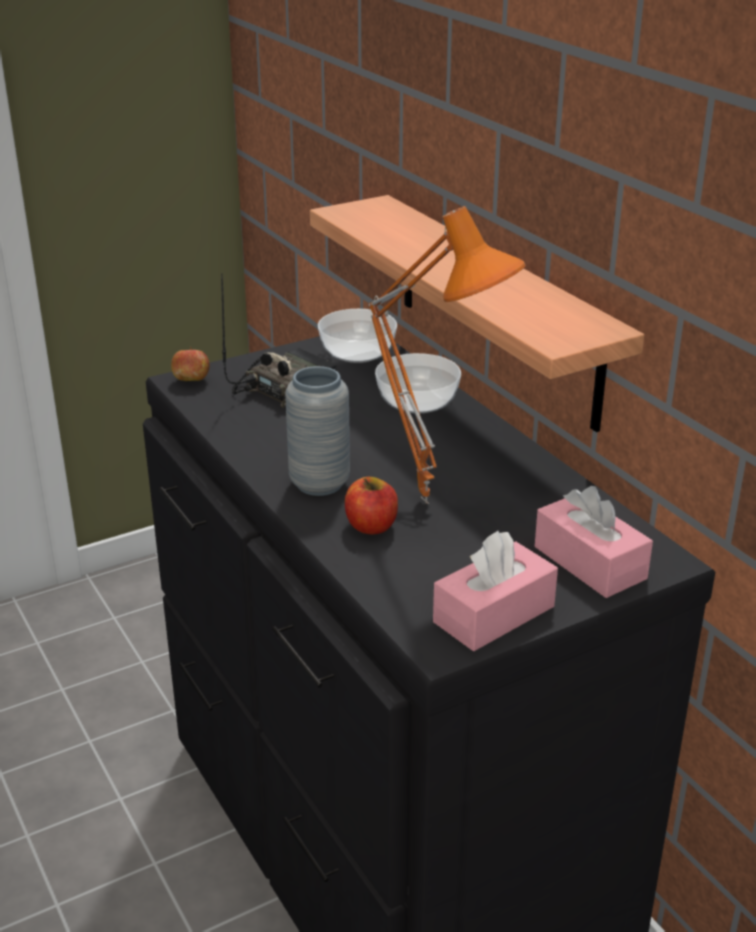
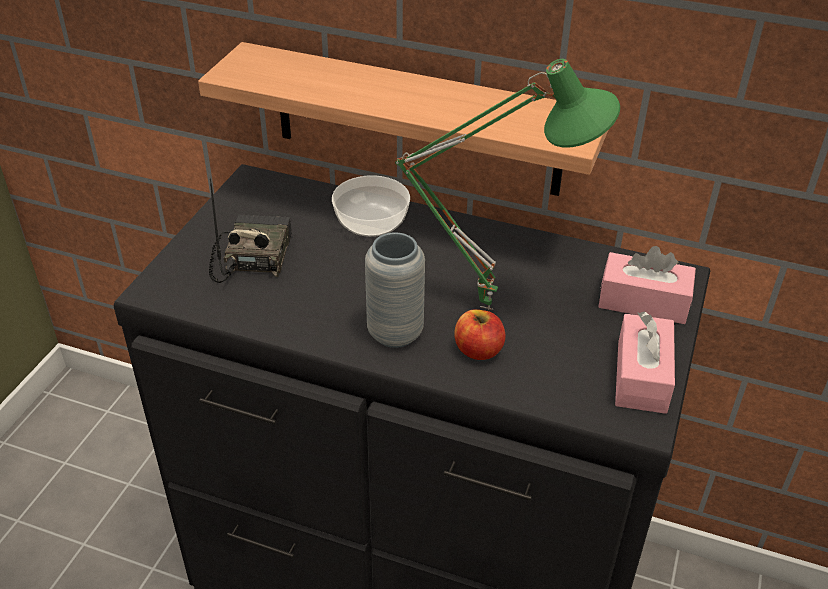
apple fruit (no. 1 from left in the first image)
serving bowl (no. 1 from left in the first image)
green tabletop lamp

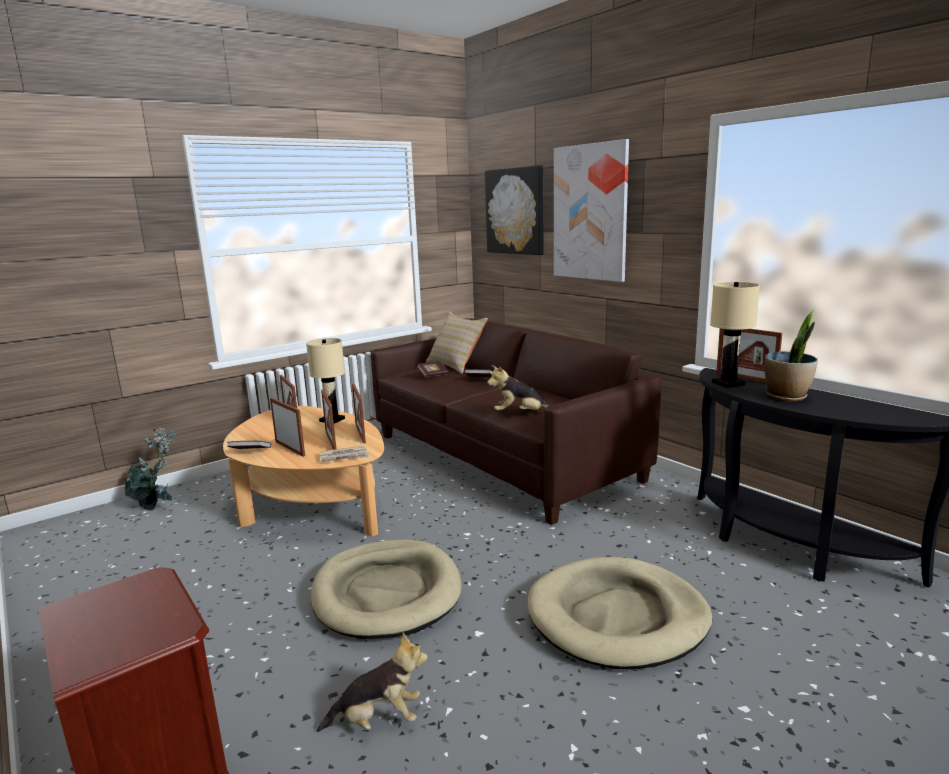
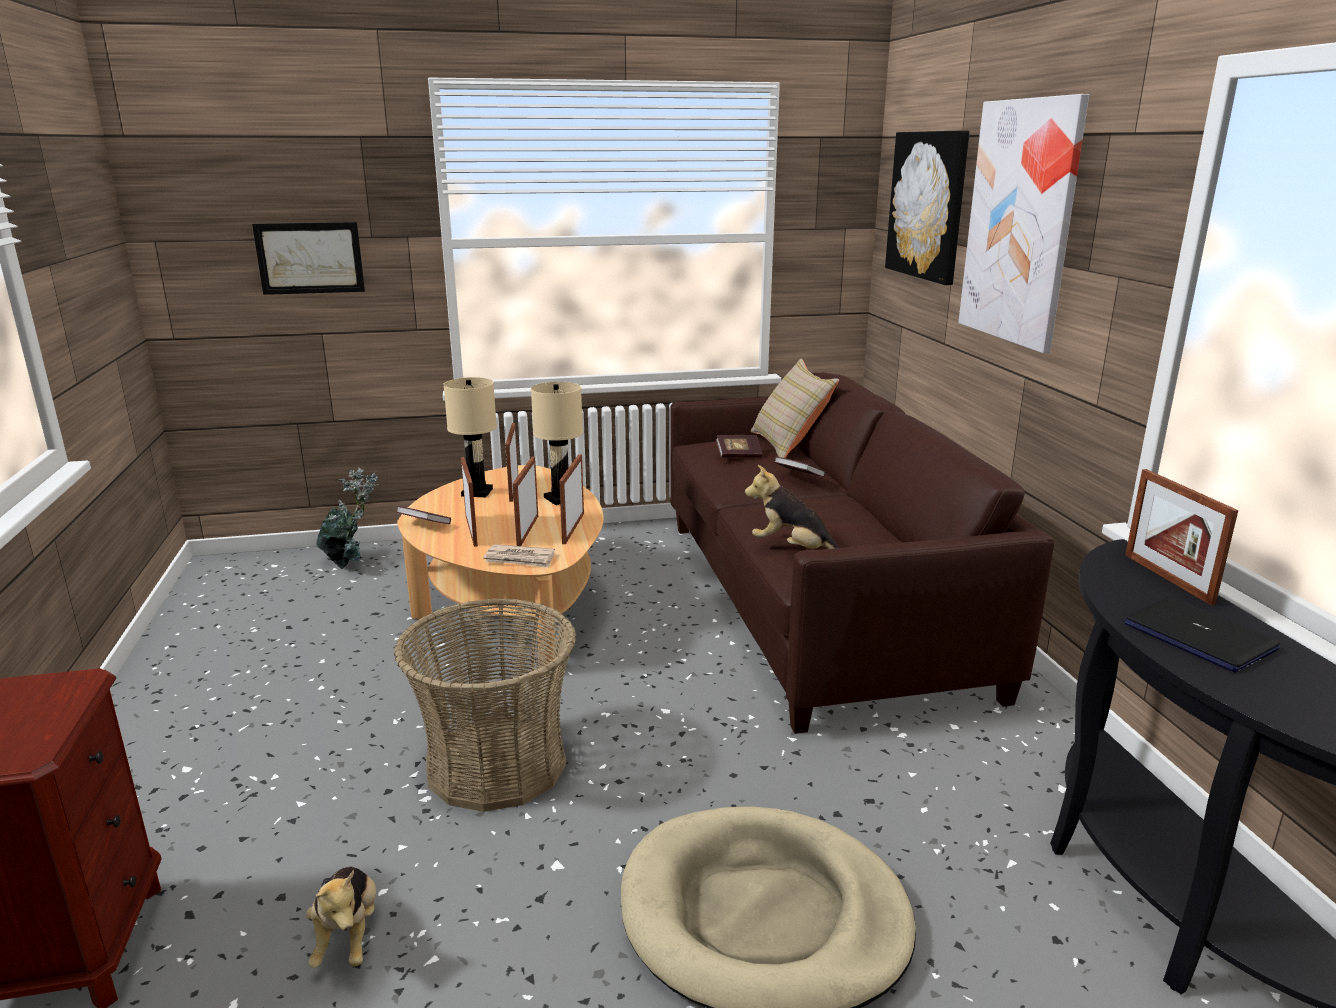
wall art (no. 1 from left)
beige tabletop lamp (no. 1 from left)
household basket
laptop
plush toy (no. 1 from left)

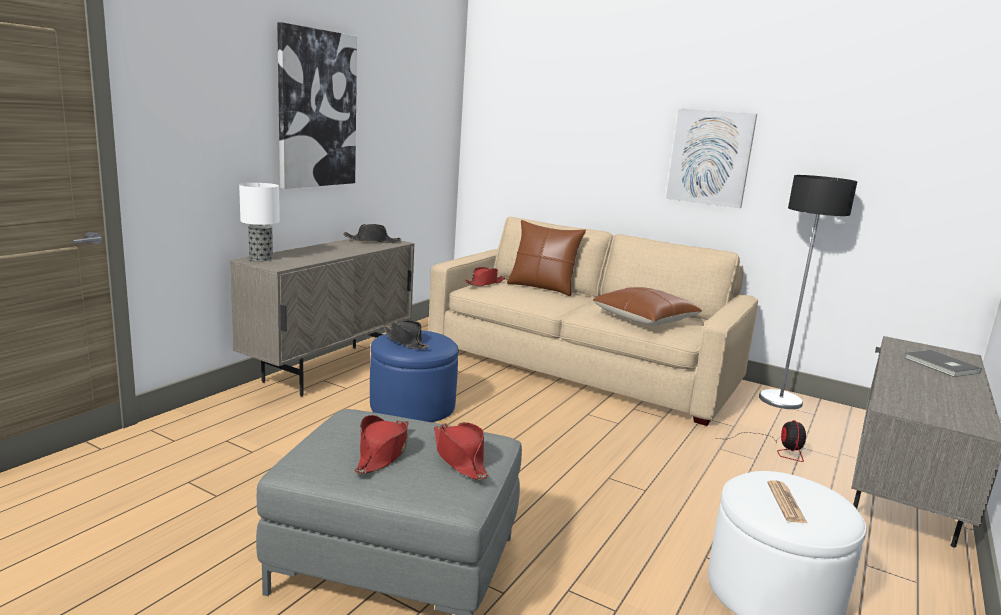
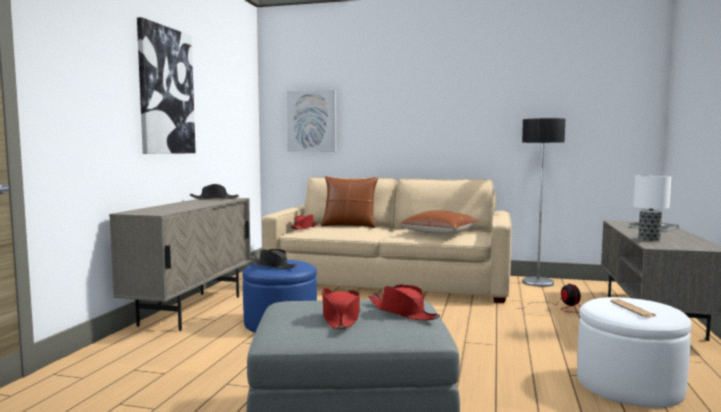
tabletop lamp
wall art (no. 2 from left)

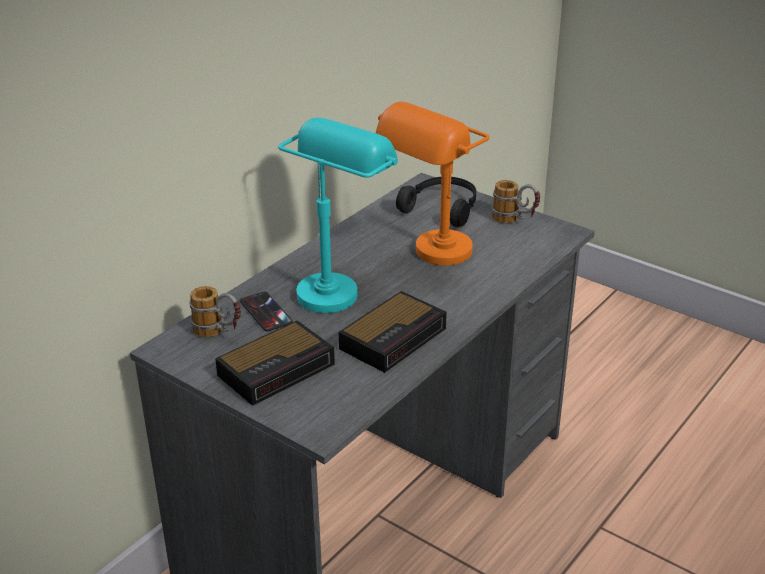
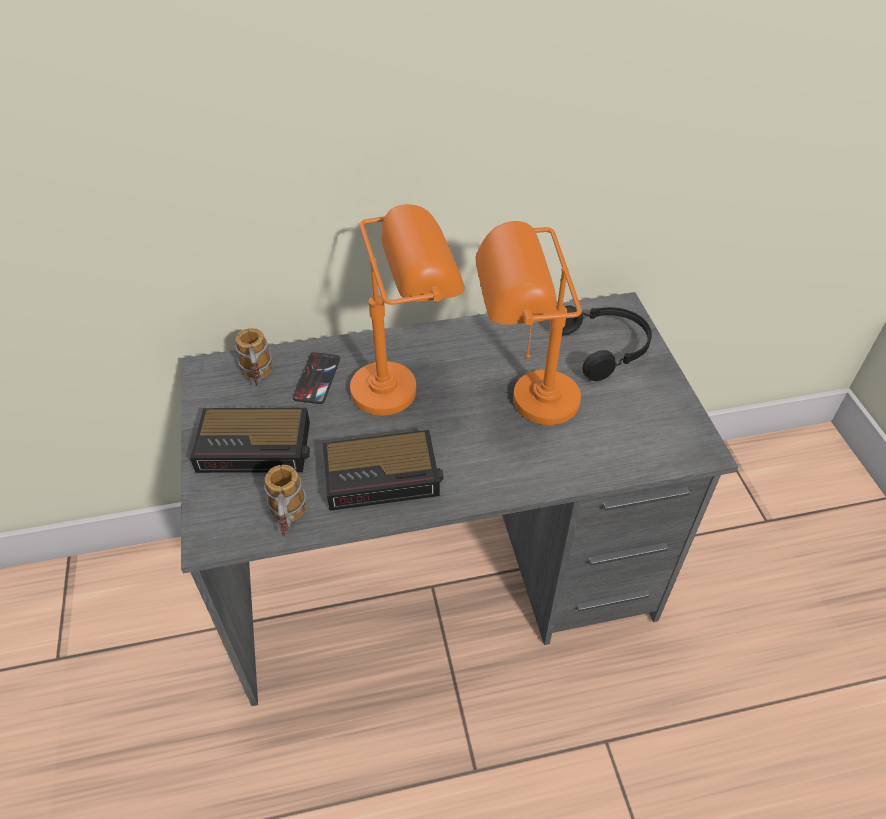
mug (no. 2 from left)
orangey tabletop lamp (no. 1 from left)

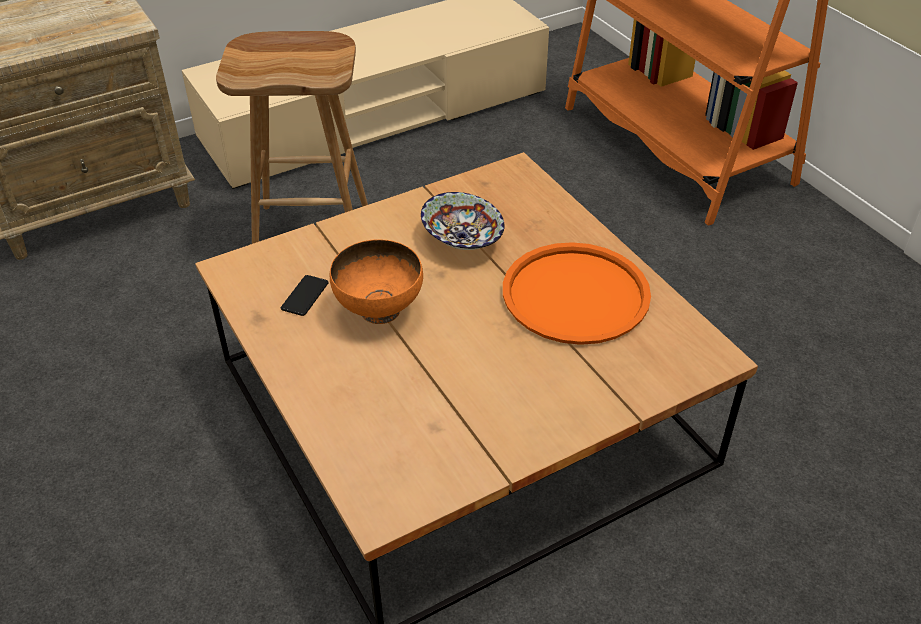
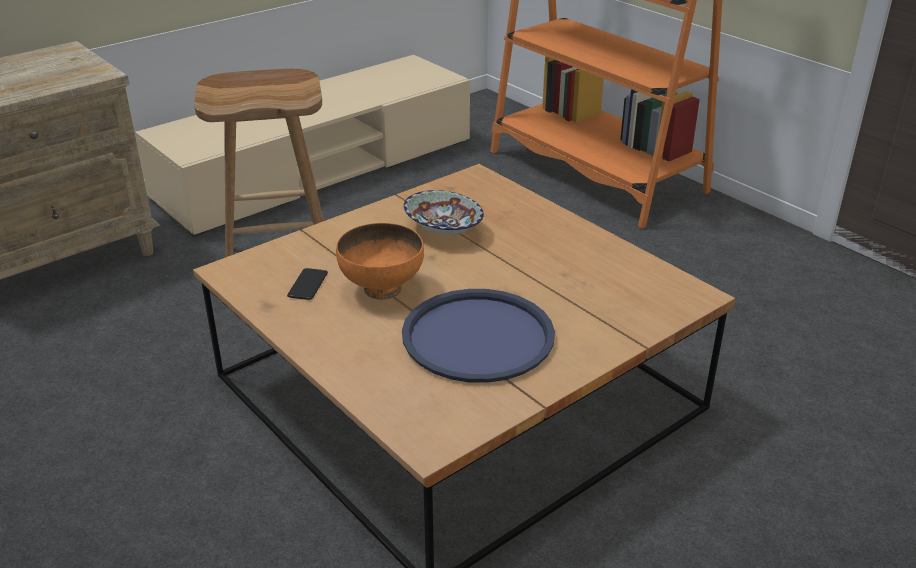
orangey serving tray
blue serving tray

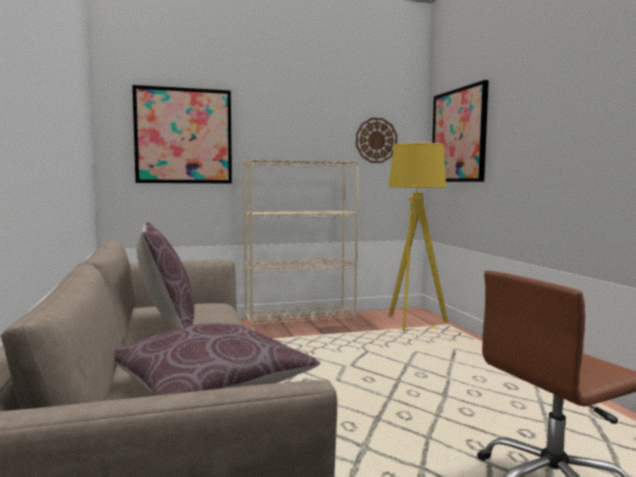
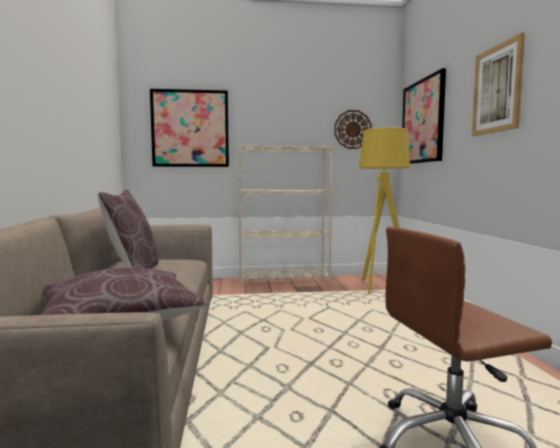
wall art (no. 3 from left)

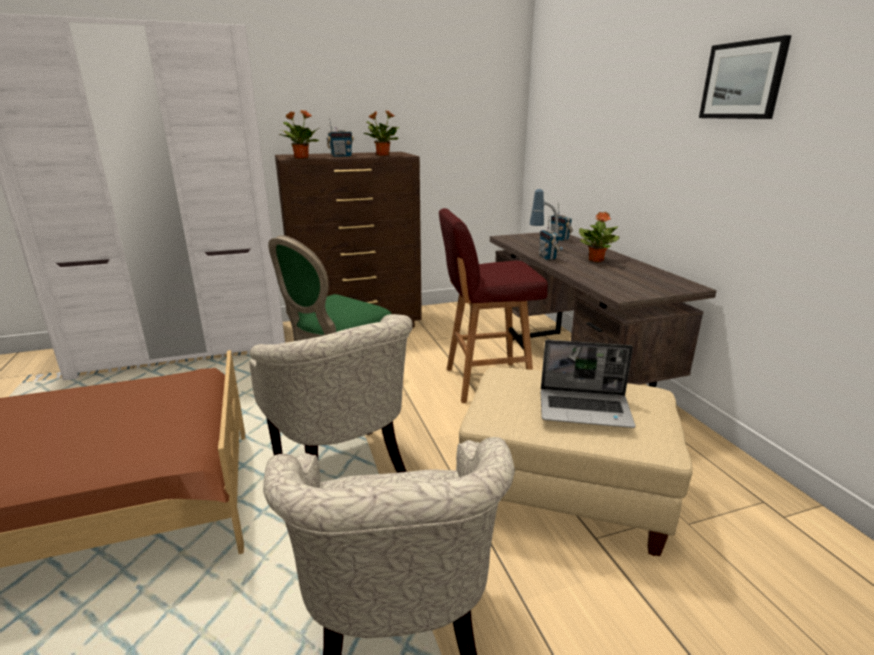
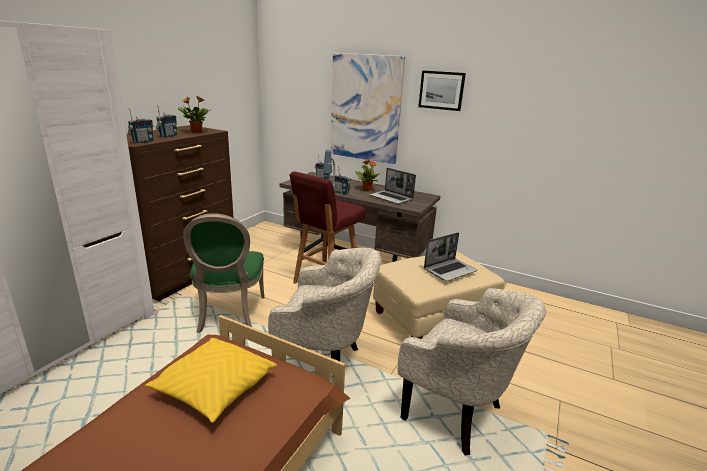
yellow-coloured pillow
wall art (no. 1 from left)
laptop (no. 1 from left)
radio receiver (no. 1 from left)

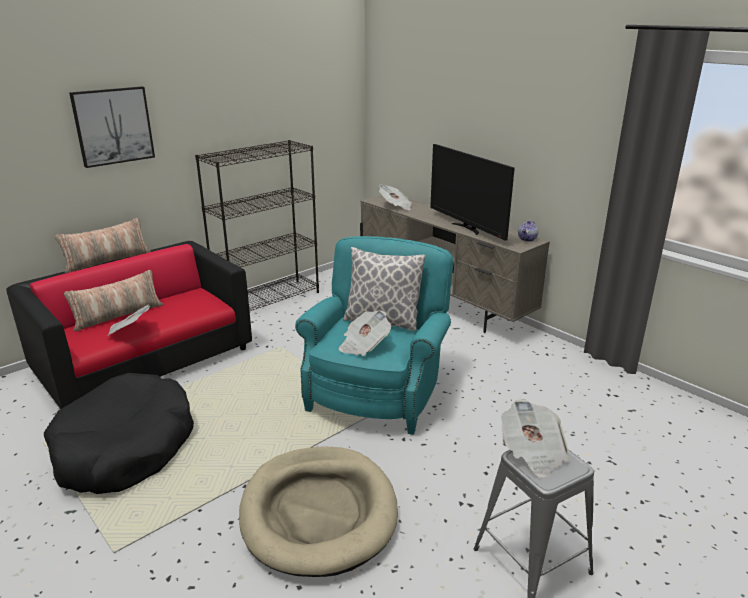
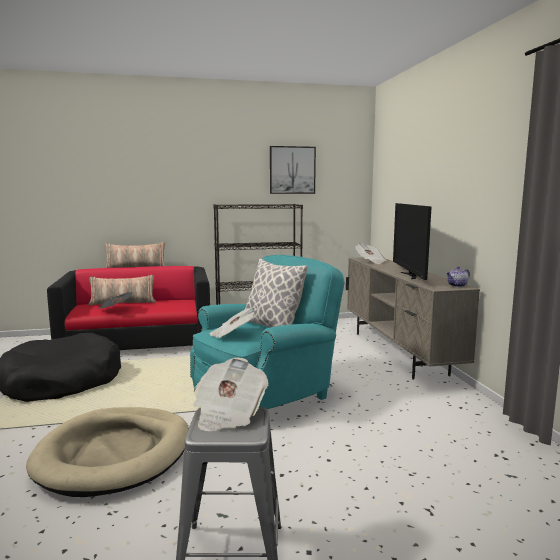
wall art

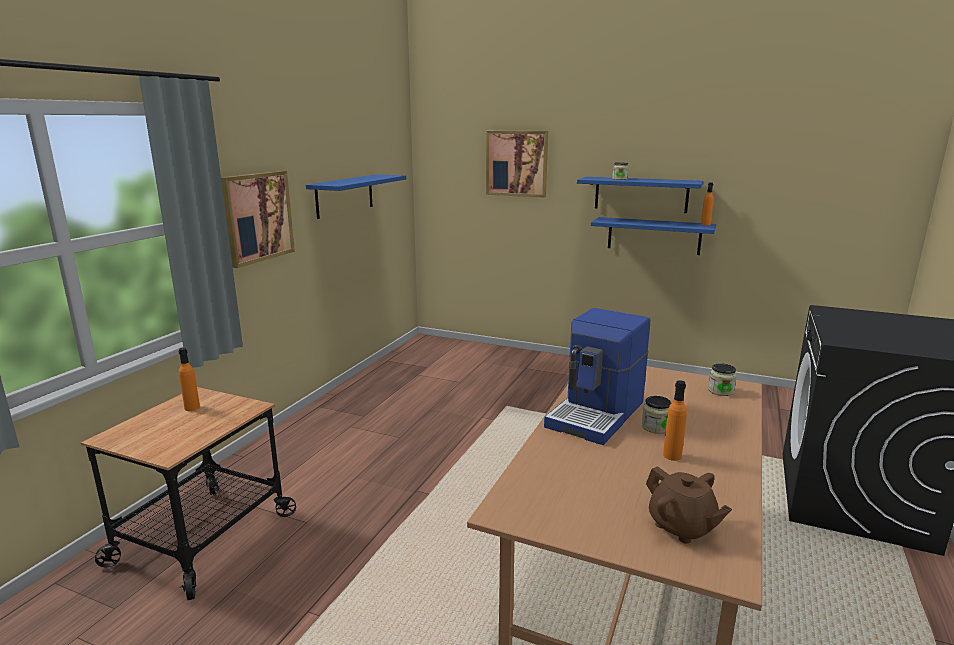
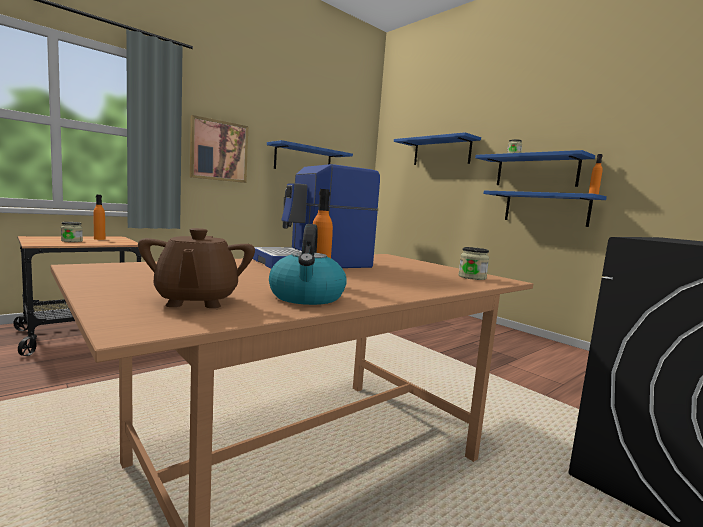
tea kettle
jar (no. 1 from left)
blue wall shelf (no. 2 from left)

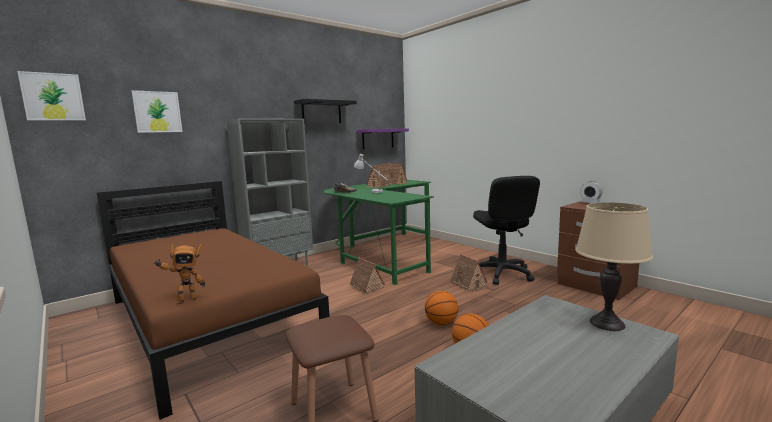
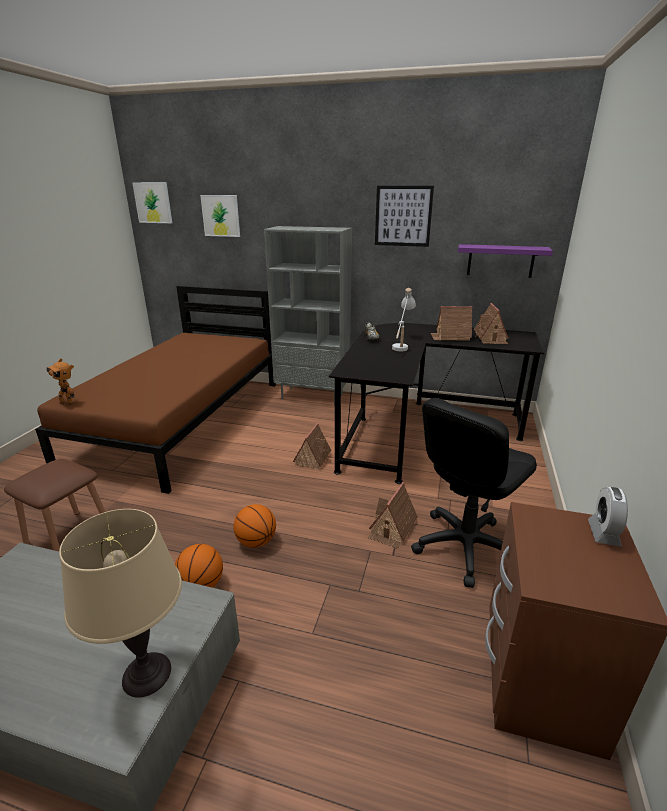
wall art (no. 3 from left)
blackish desk table

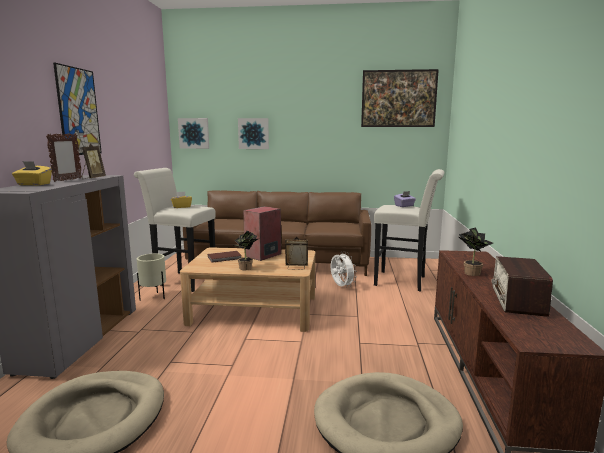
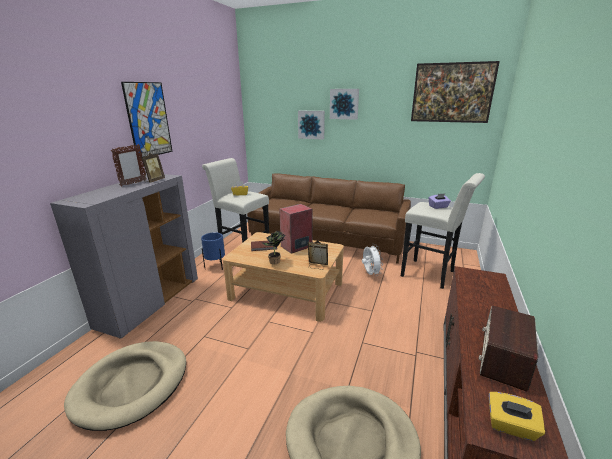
houseplant (no. 2 from left in the first image)
yellow-coloured box of tissues (no. 2 from left)
wall art (no. 3 from left)
blue flower pot

